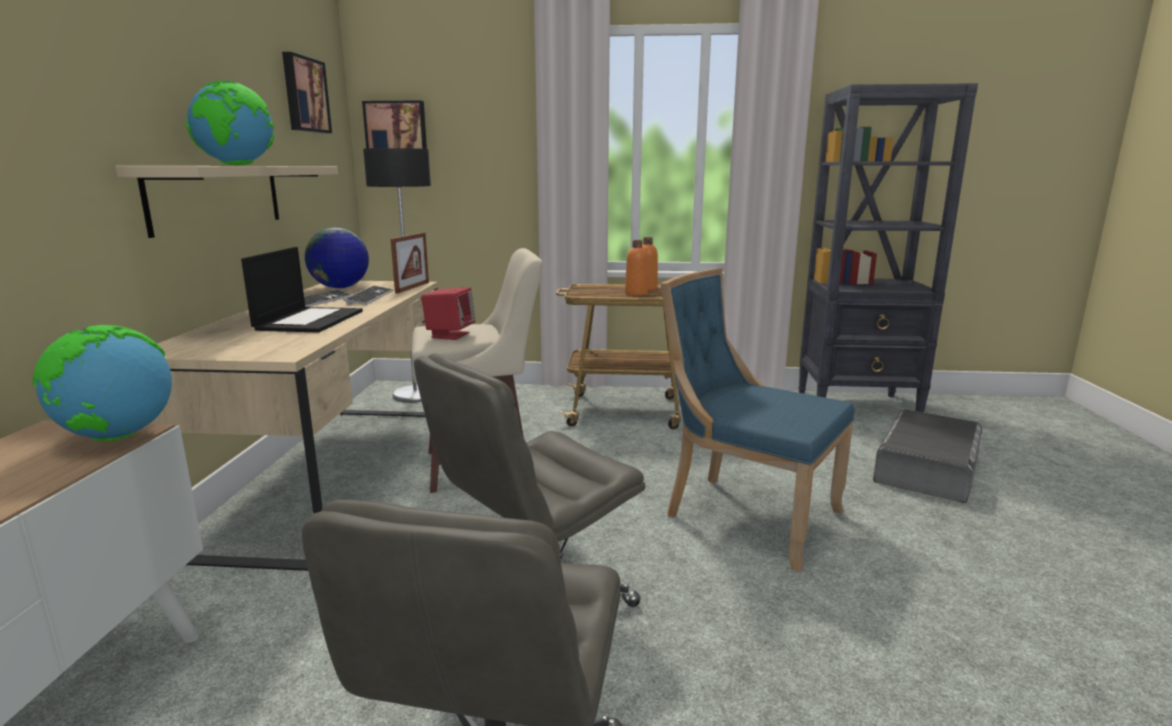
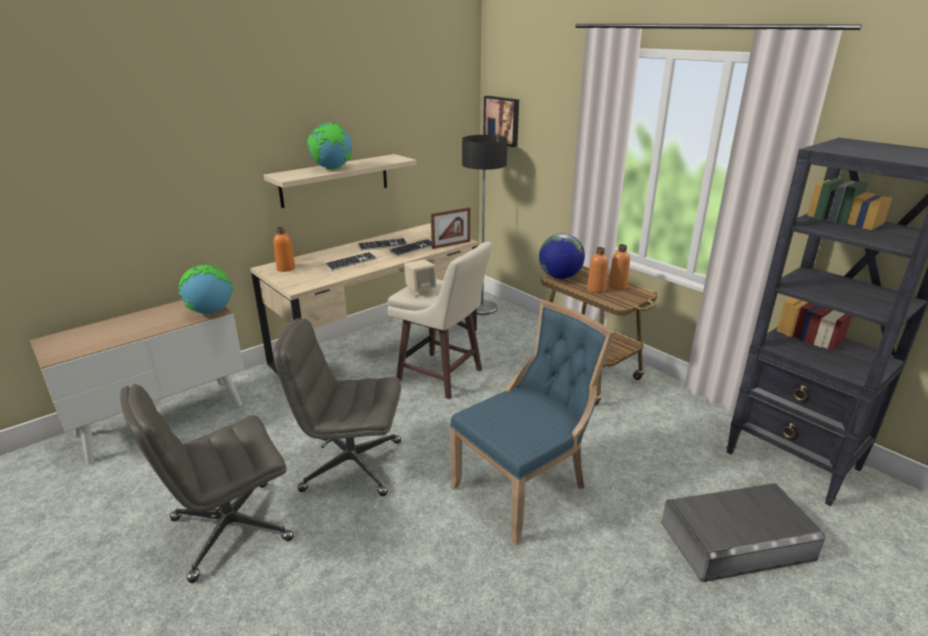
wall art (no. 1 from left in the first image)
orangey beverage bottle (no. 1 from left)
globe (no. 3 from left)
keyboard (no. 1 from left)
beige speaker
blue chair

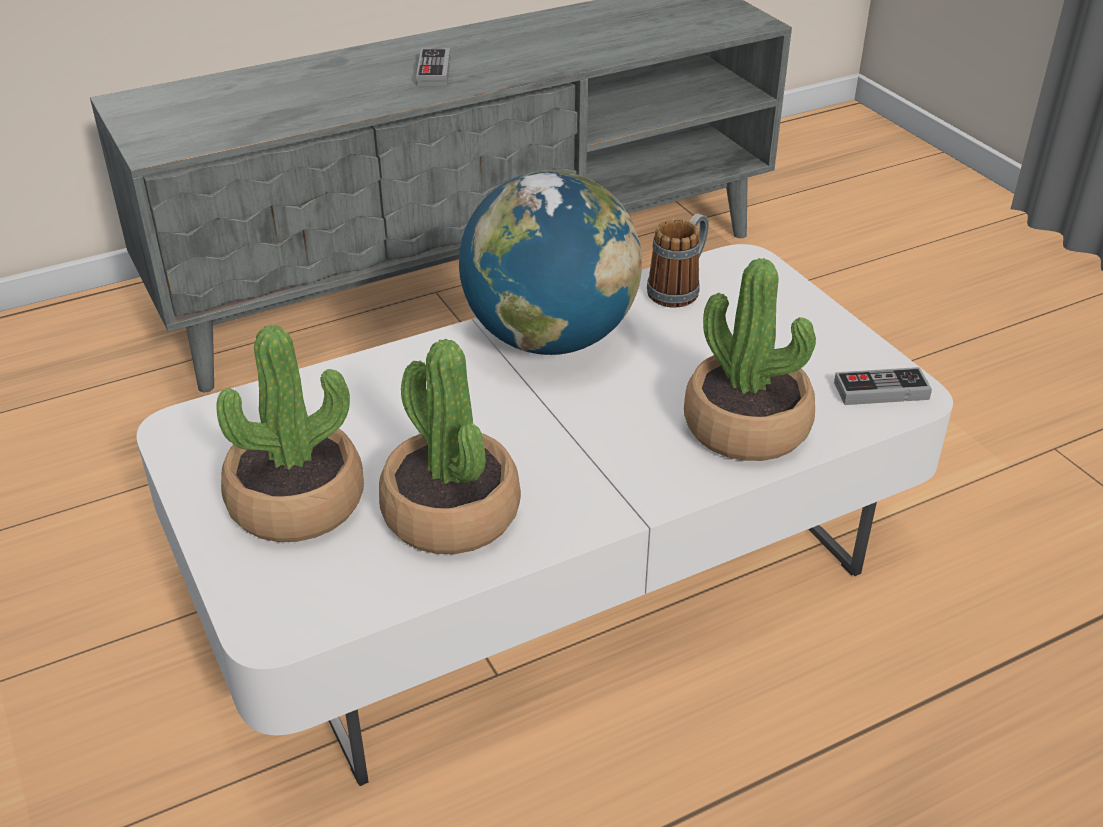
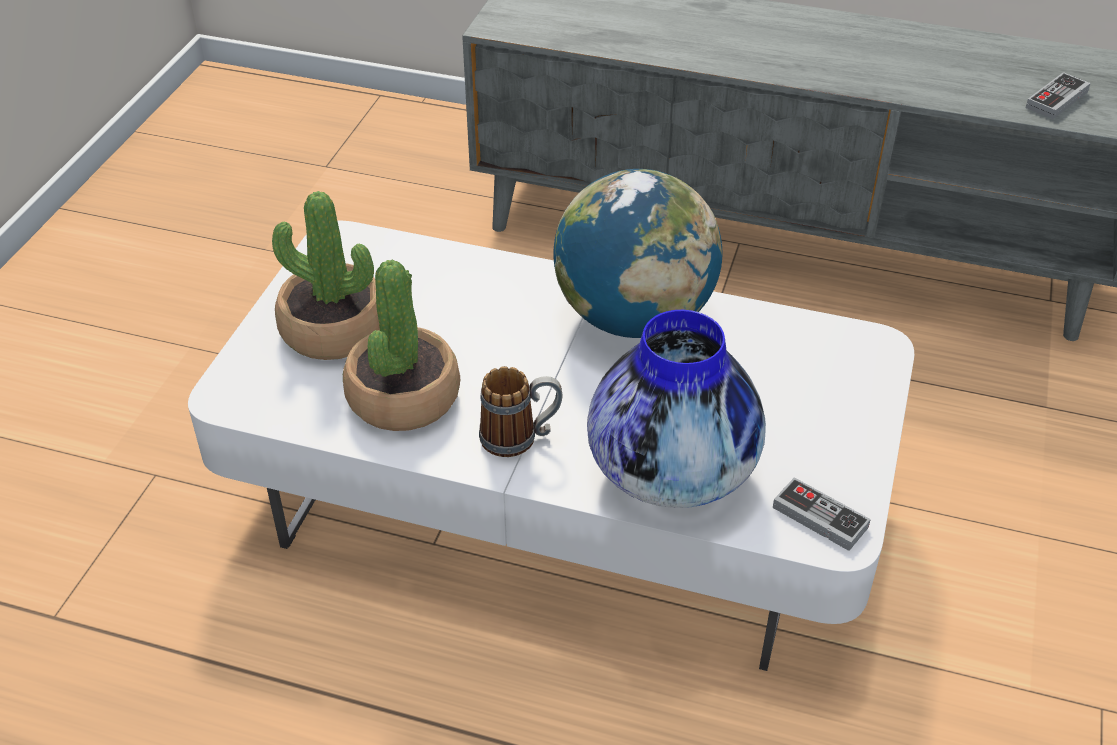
game controller (no. 2 from left)
mug
vase

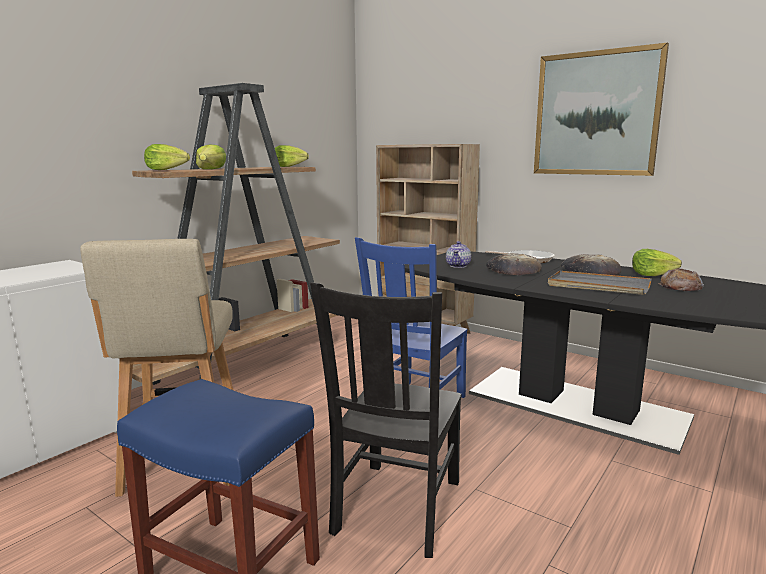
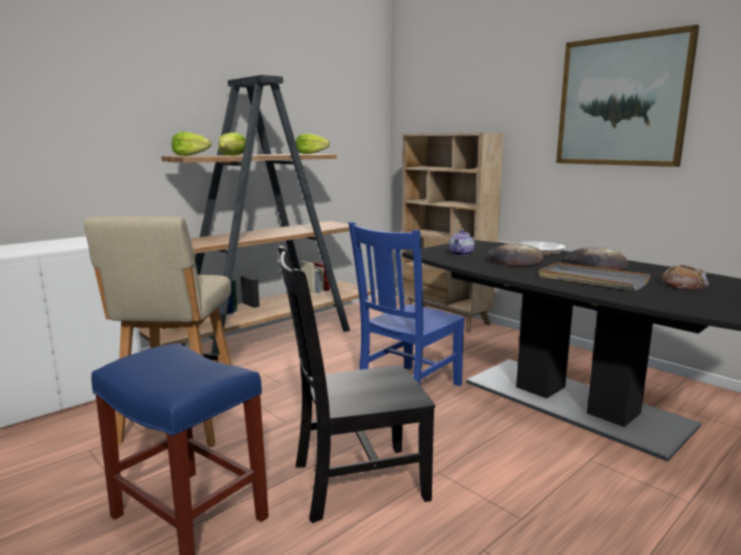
lettuce head (no. 4 from left in the first image)
blackish chair

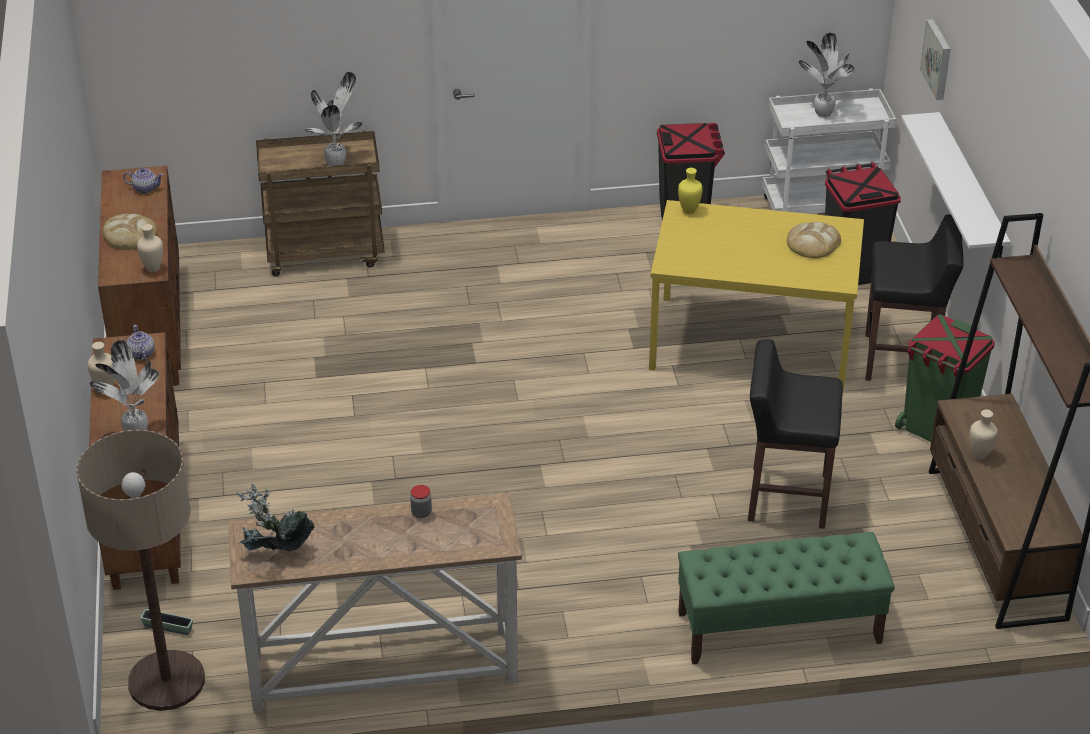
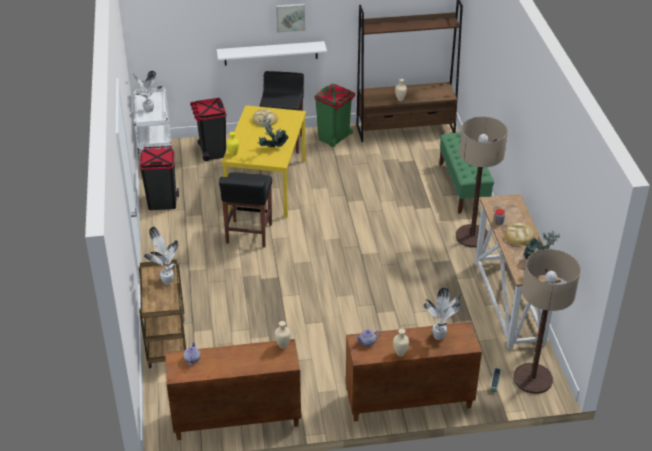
houseplant (no. 3 from left)
floor lamp (no. 1 from left)
baked bread (no. 2 from left)
blackish sitting stool (no. 1 from left)
wall art

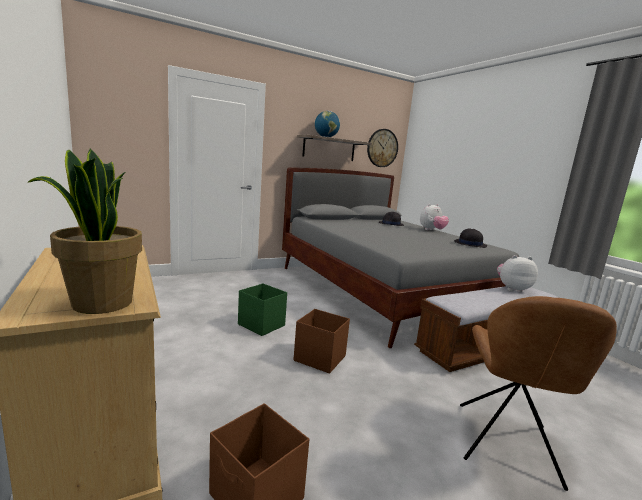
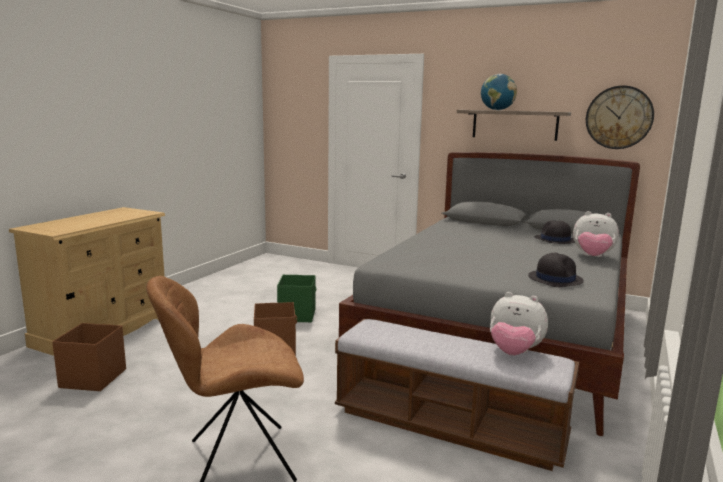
houseplant
plush toy (no. 1 from left)

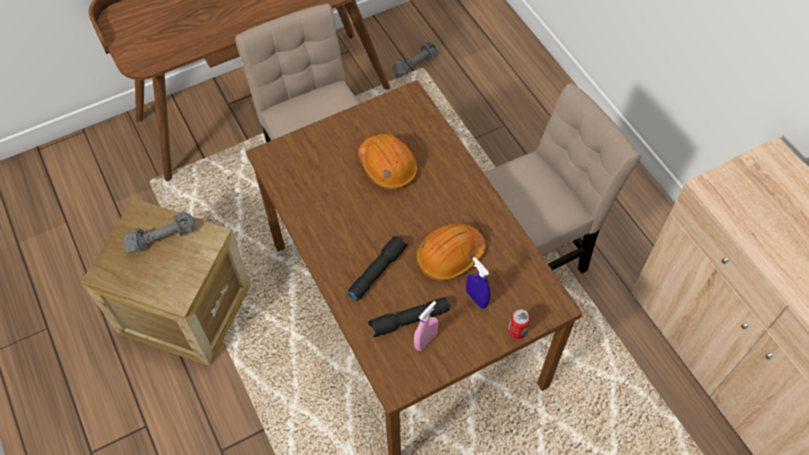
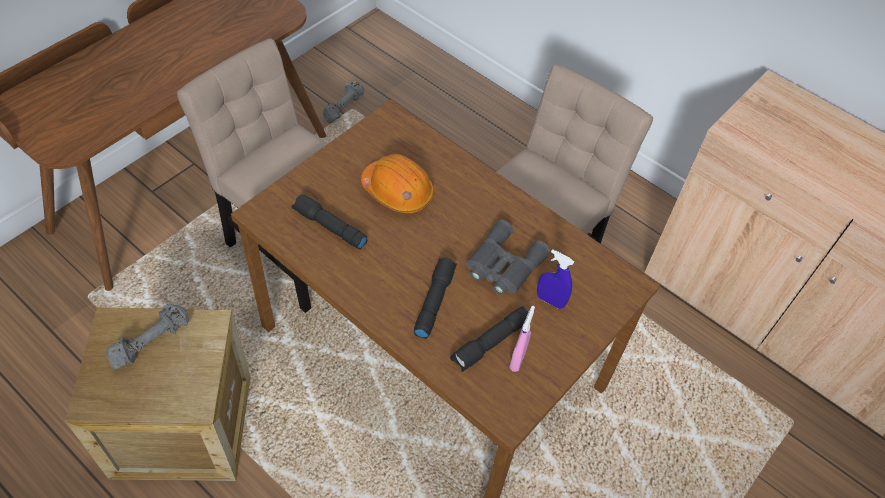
sealed can
blackish torch (no. 1 from left)
gray field glasses

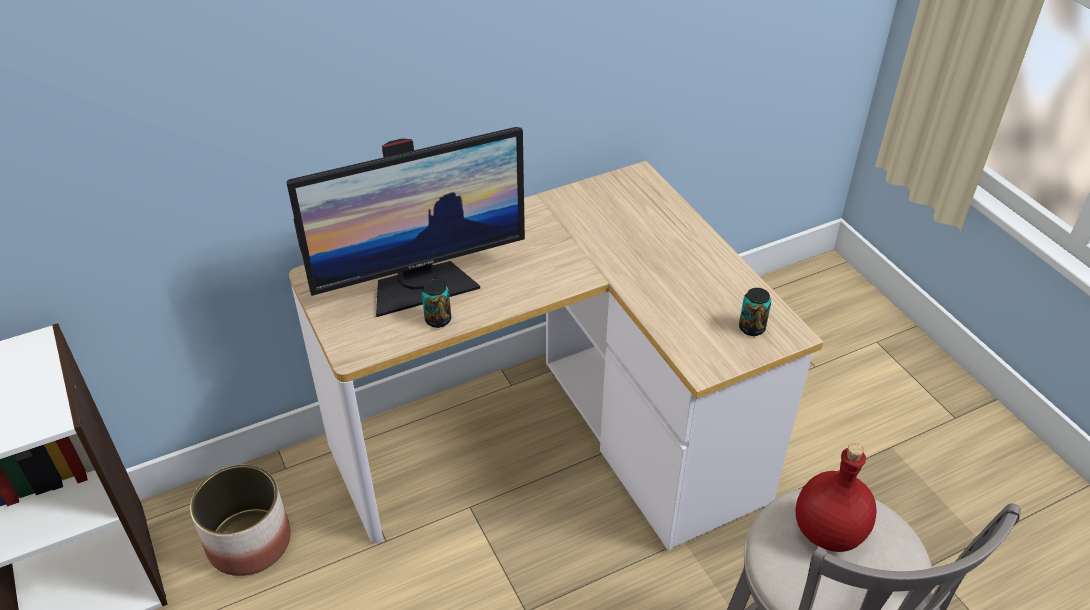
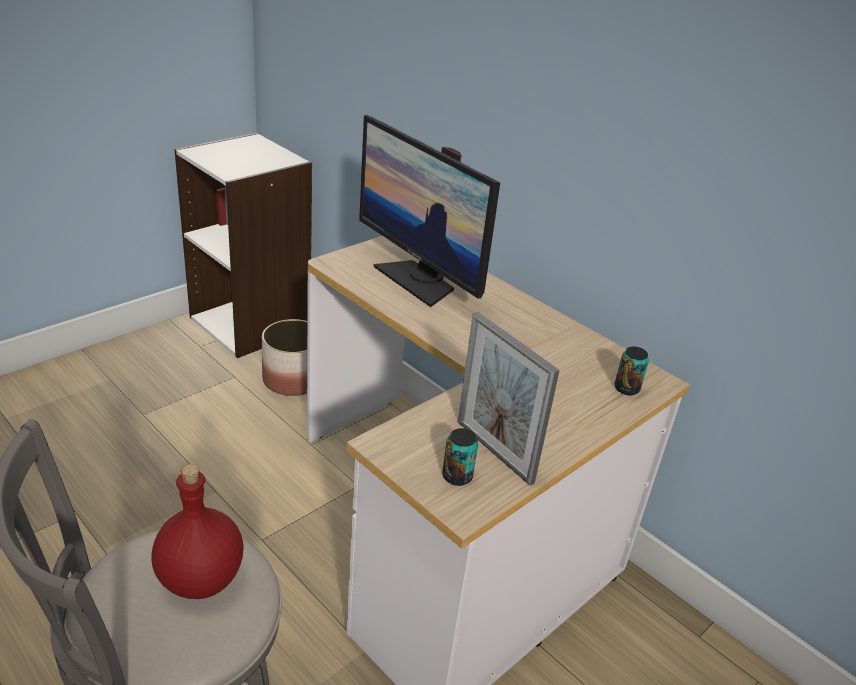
standing frame
sealed can (no. 2 from left)

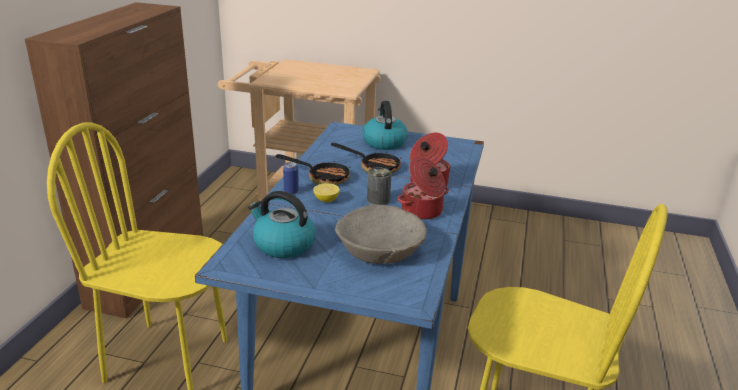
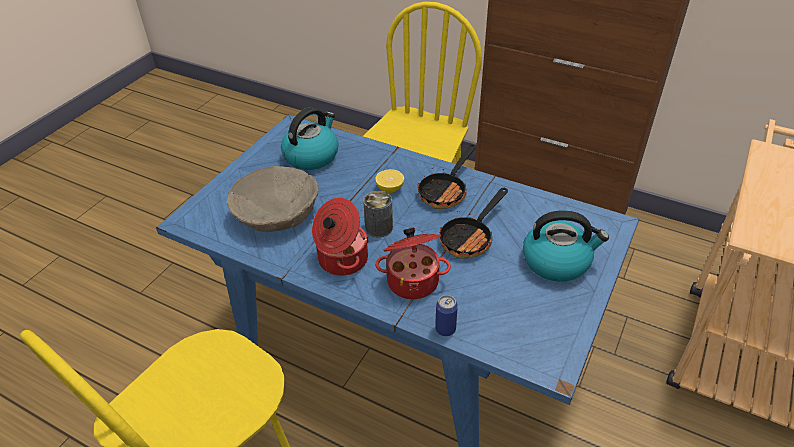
sealed can (no. 2 from left)

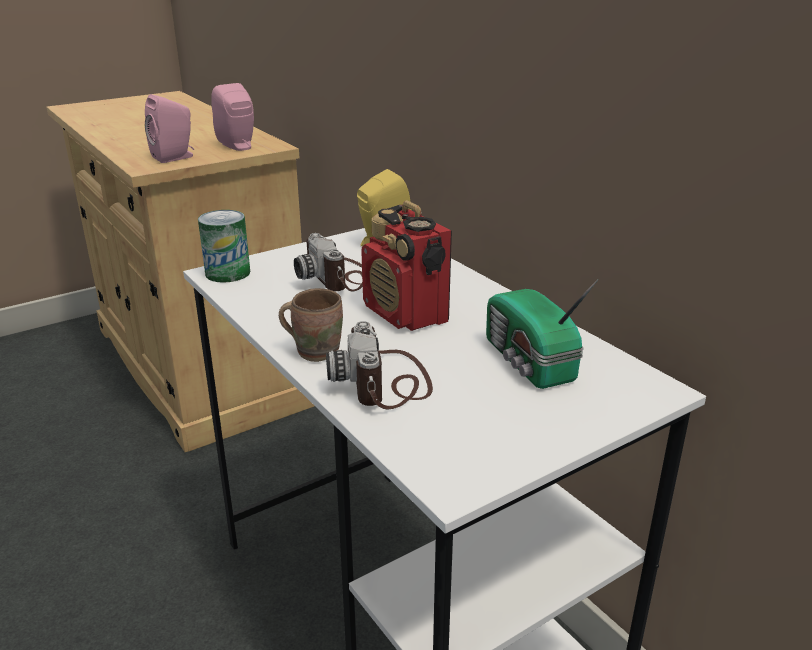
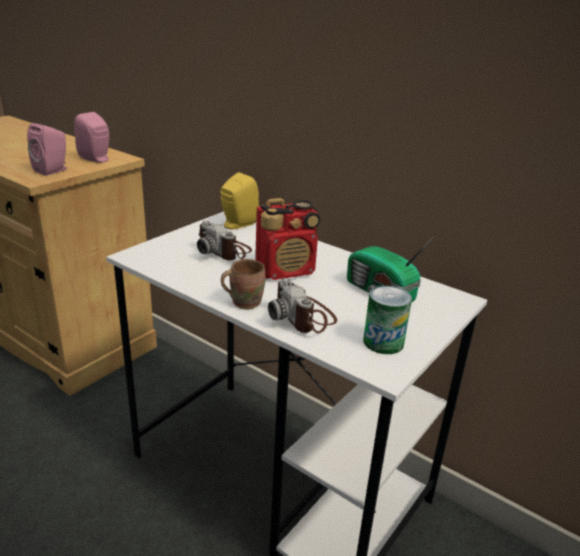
sealed can
radio receiver (no. 1 from left)

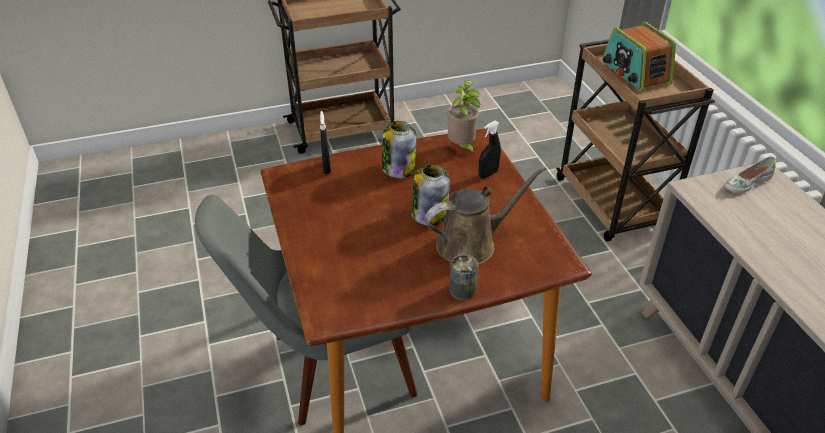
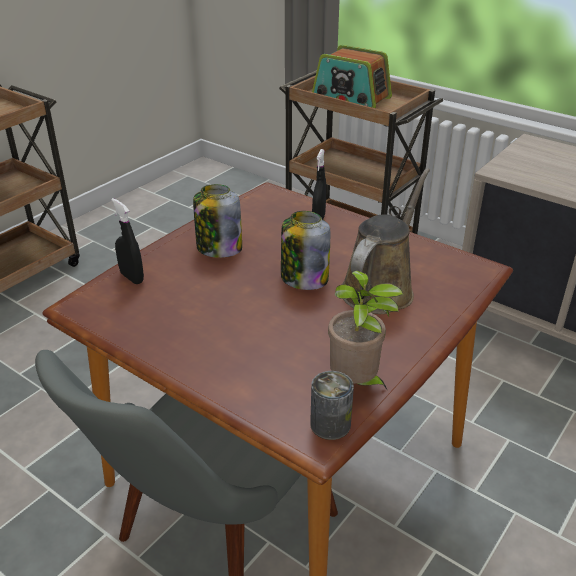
white-coloured shoe
houseplant
sealed can

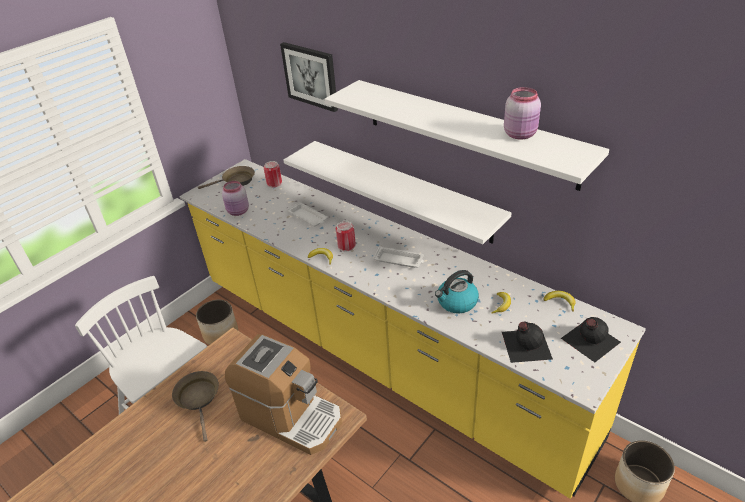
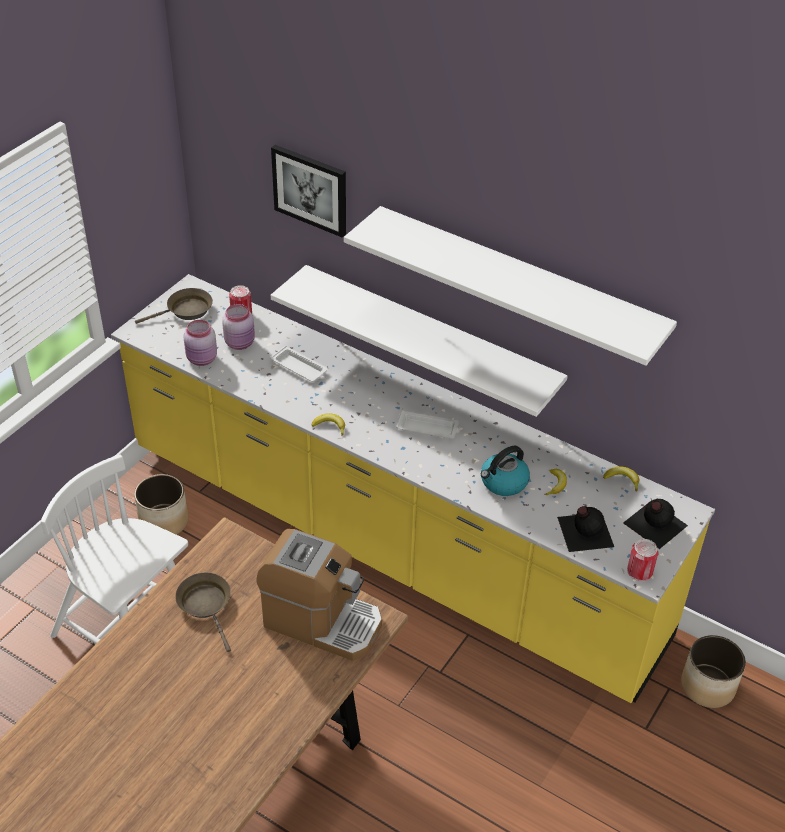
sealed can (no. 2 from left)
pink jar (no. 2 from left)

